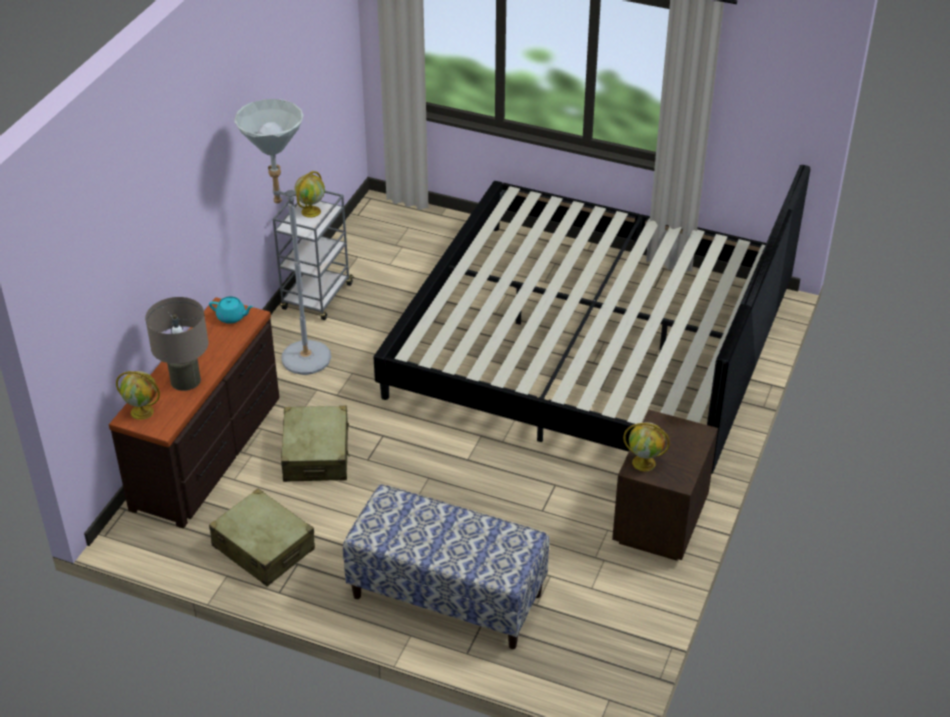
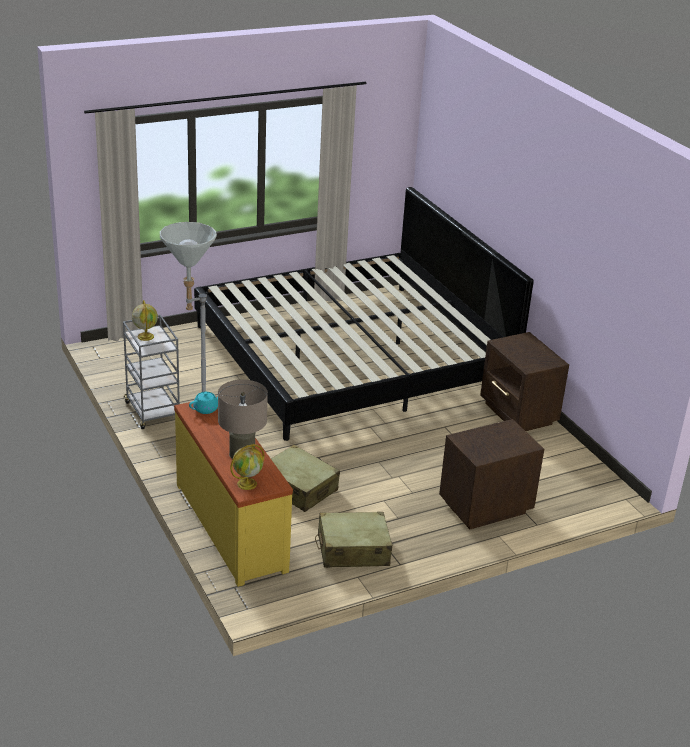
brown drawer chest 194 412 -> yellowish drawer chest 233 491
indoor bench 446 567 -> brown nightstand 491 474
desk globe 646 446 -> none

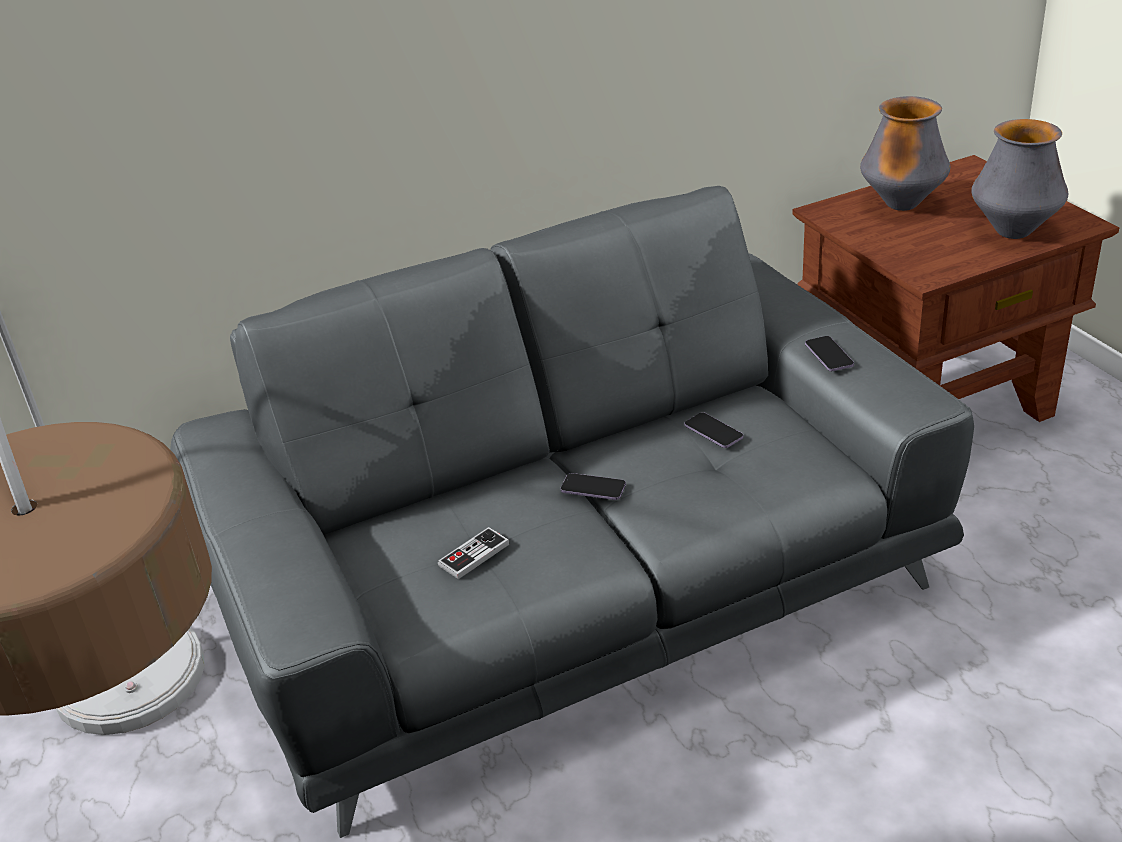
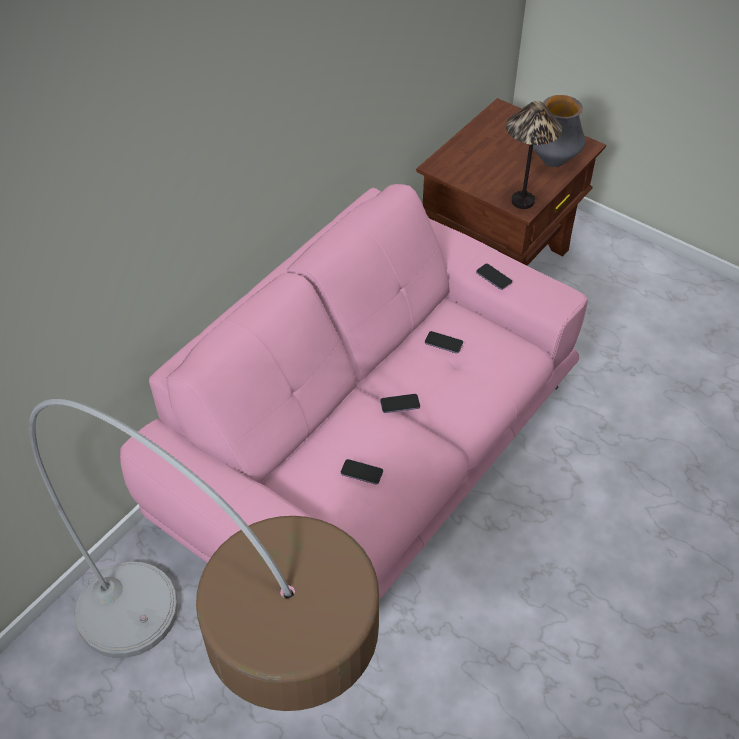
greyish sofa 572 512 -> pink sofa 354 392
joypad 474 553 -> telephone 362 472
vase 905 153 -> none
none -> table lamp 534 155

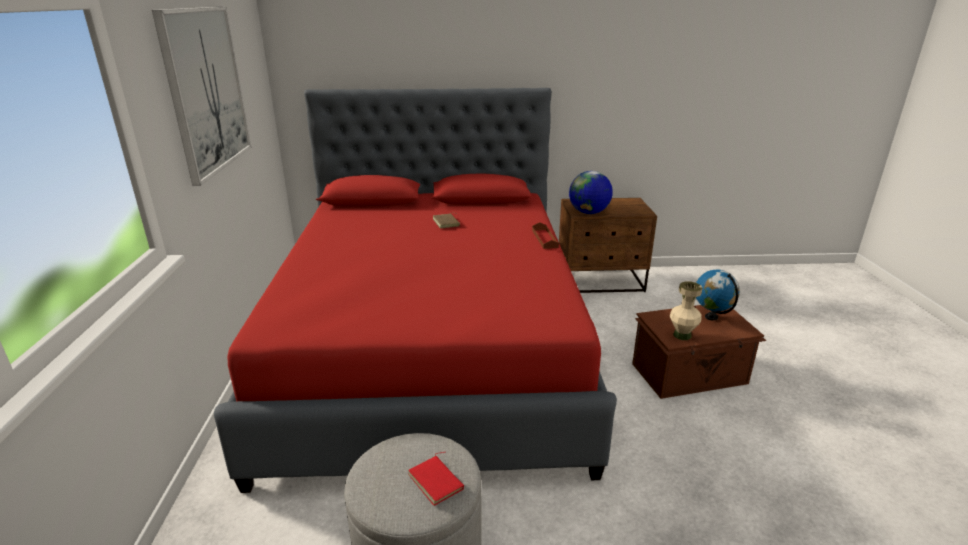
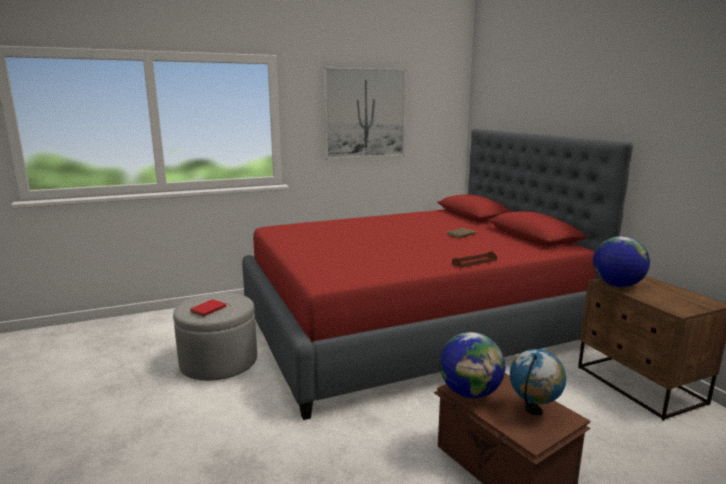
beige-coloured vase 686 310 -> desk globe 472 365

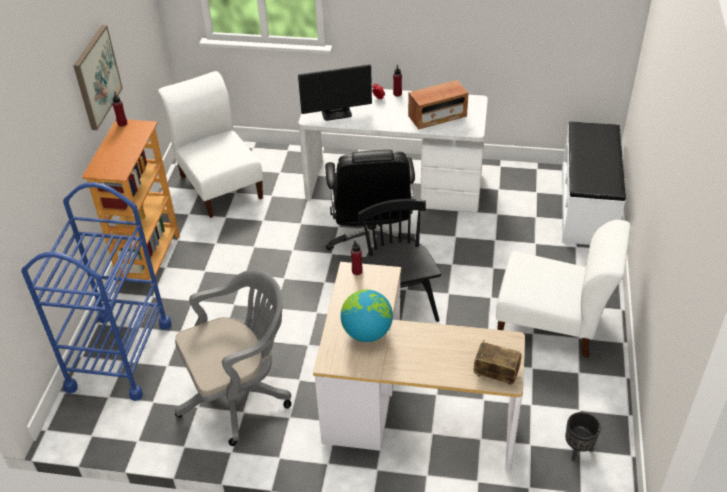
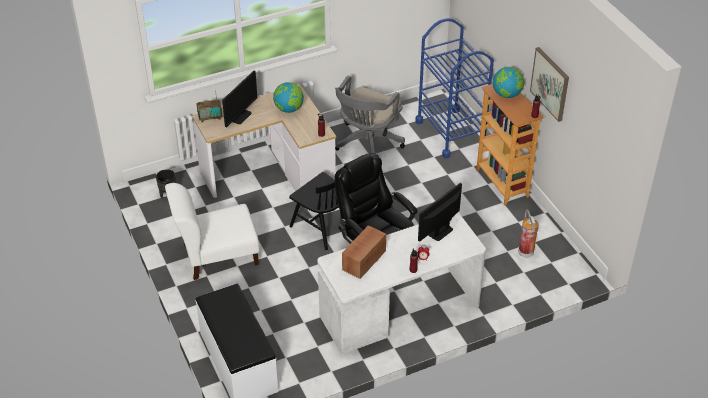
whitish chair 210 144 -> fire-fighting cylinder 528 233
none -> monitor 239 99
none -> desk globe 508 82

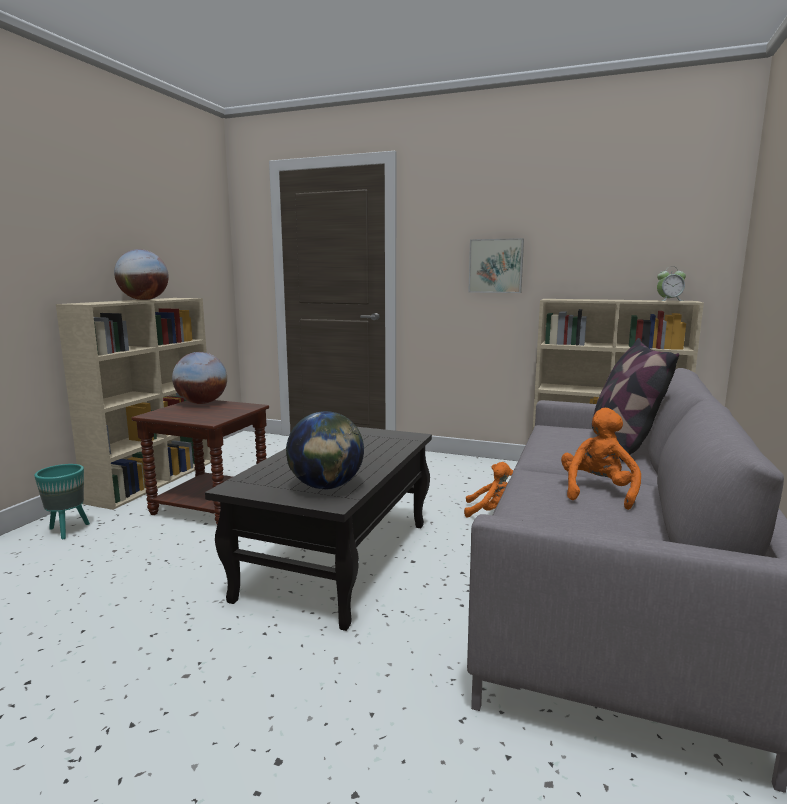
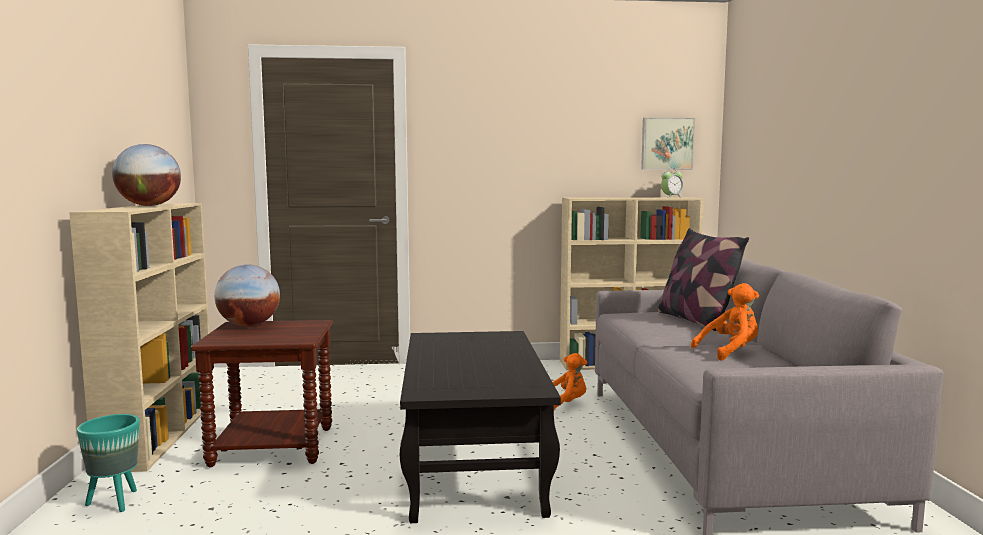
desk globe 325 450 -> none
wall picture 496 265 -> wall picture 668 143, moved
orange plush toy 601 459 -> orange plush toy 725 322, 75 degrees clockwise

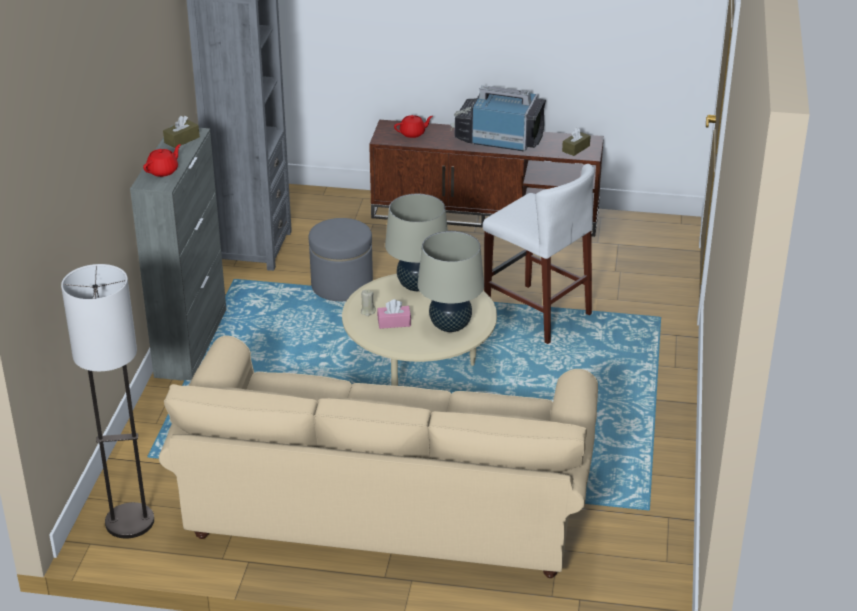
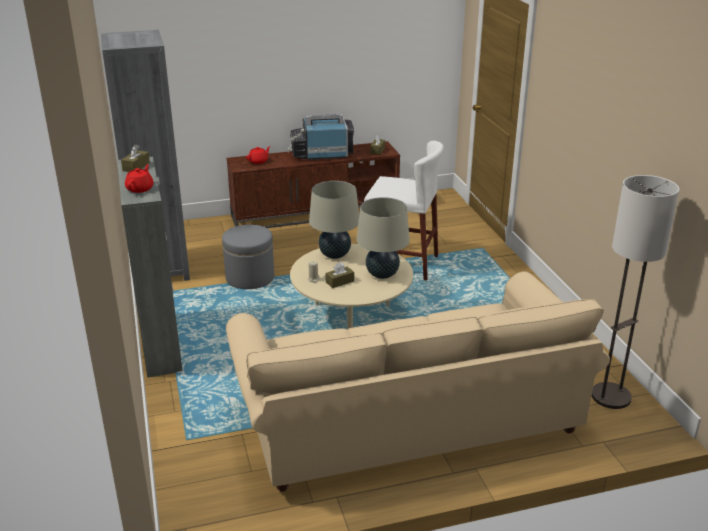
floor lamp 107 401 -> floor lamp 636 292, moved
pink tissue holder 394 314 -> brown tissue holder 339 275

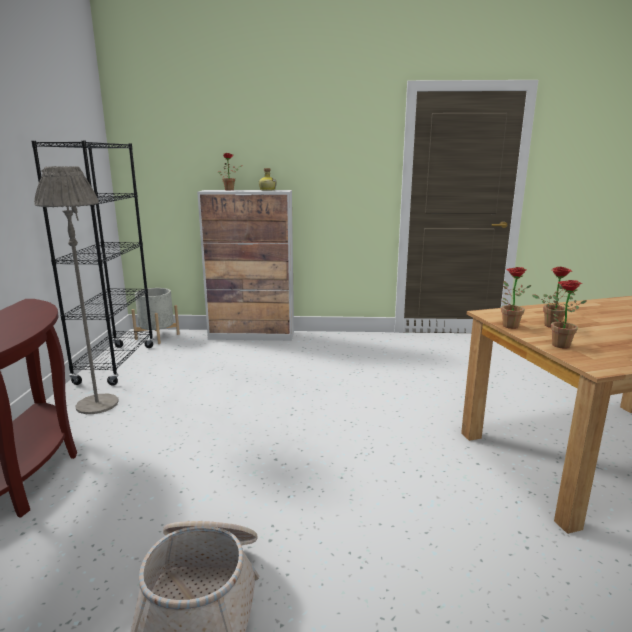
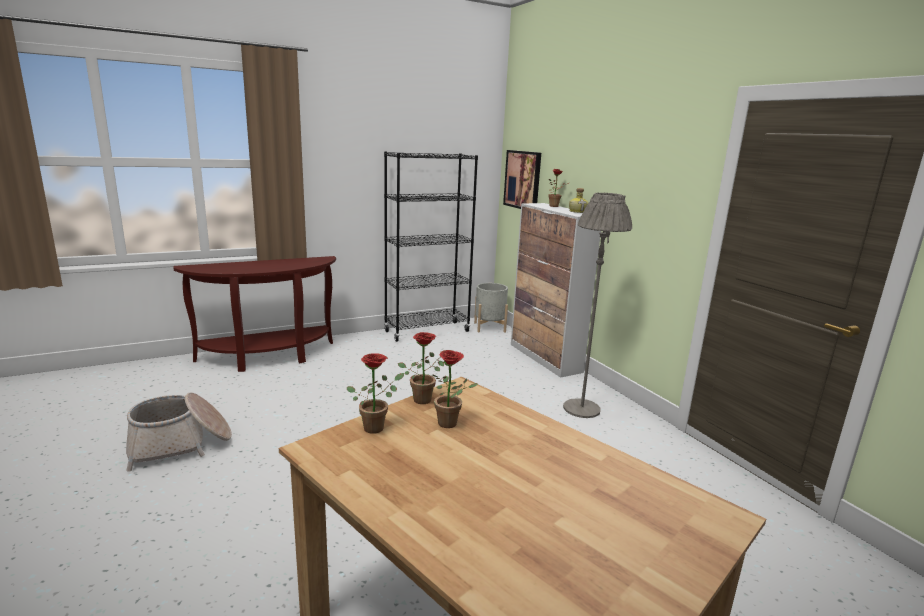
greyish floor lamp 76 290 -> greyish floor lamp 597 305, moved
none -> wall picture 522 179

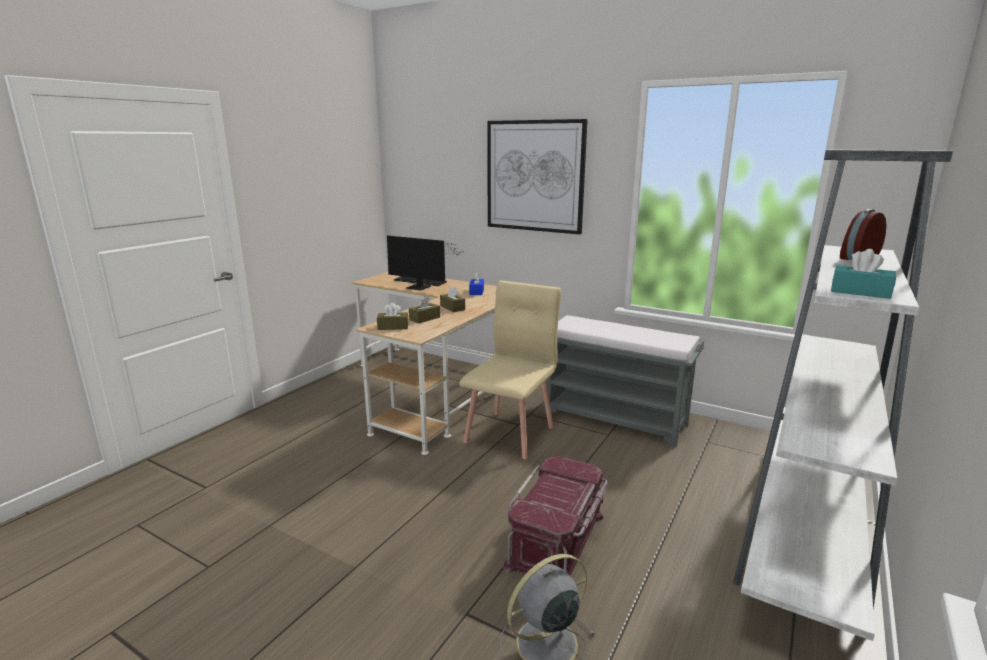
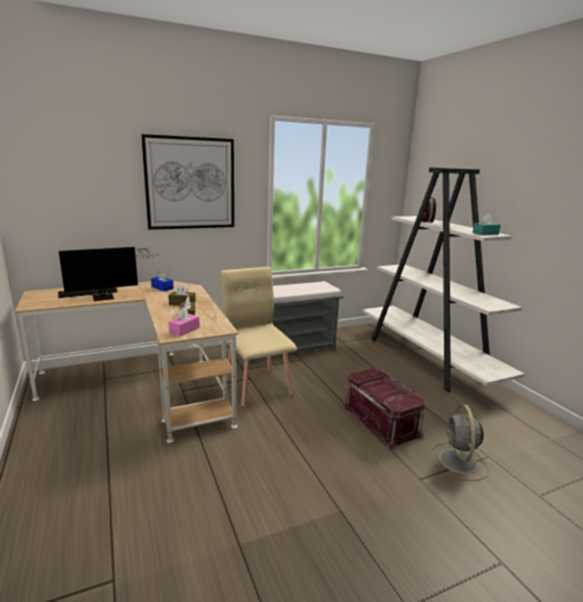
brown tissue holder 392 316 -> pink tissue holder 184 322

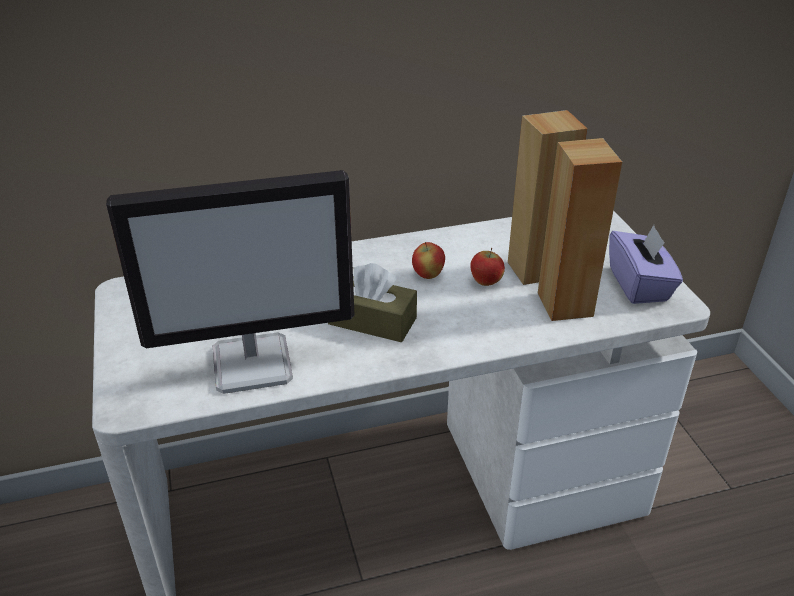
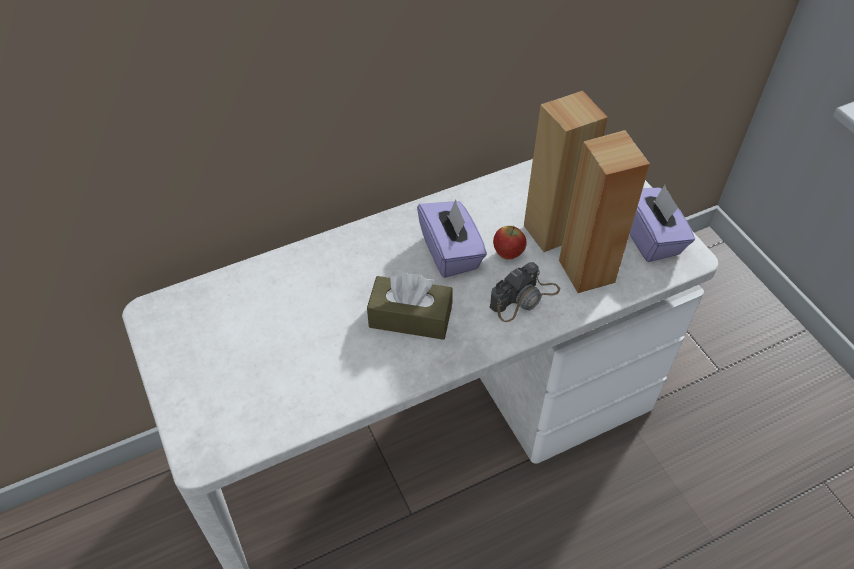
monitor 230 282 -> none
whole apple 428 260 -> purple-coloured tissue holder 452 238
none -> photo camera 525 292

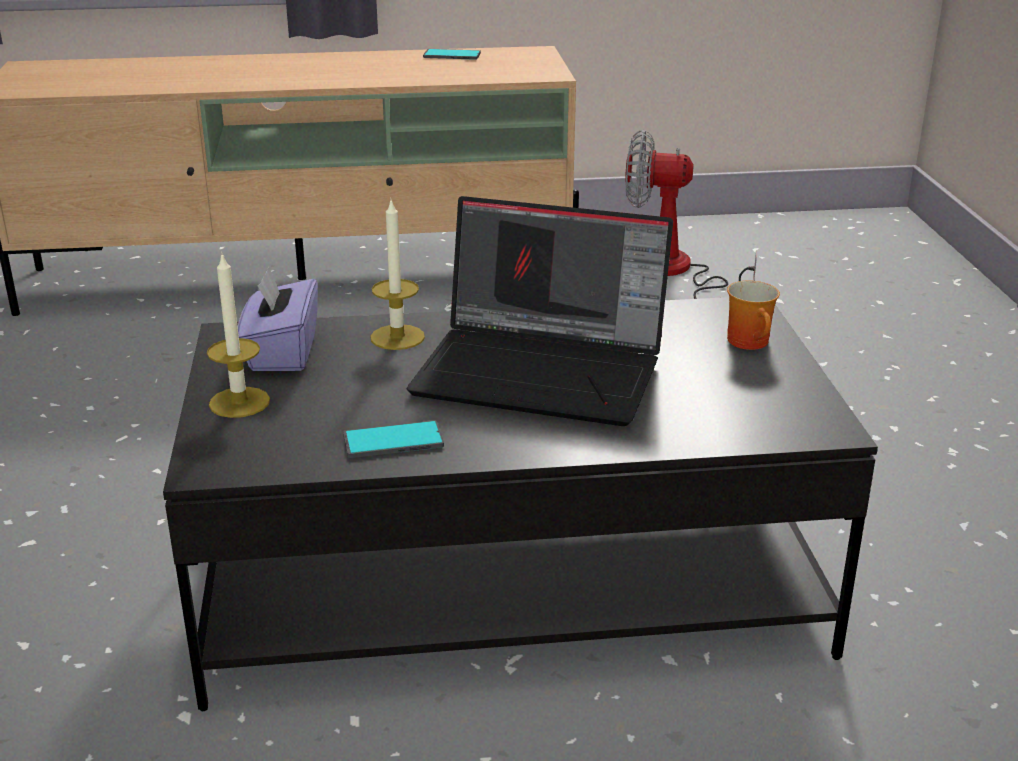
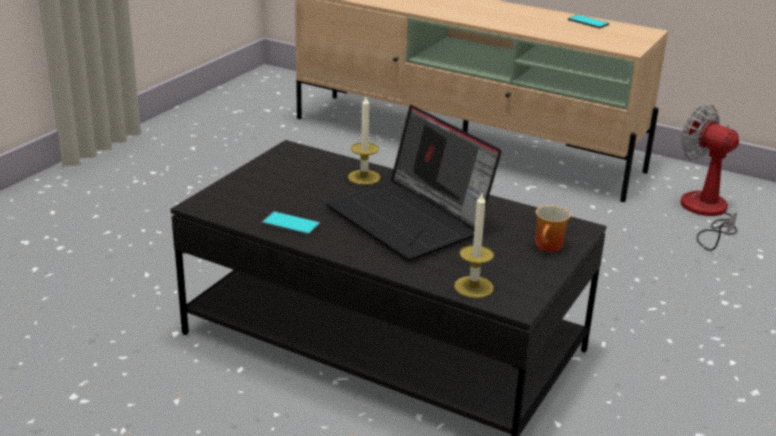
wax candle 238 335 -> wax candle 474 245, moved
purple-coloured tissue holder 278 319 -> none

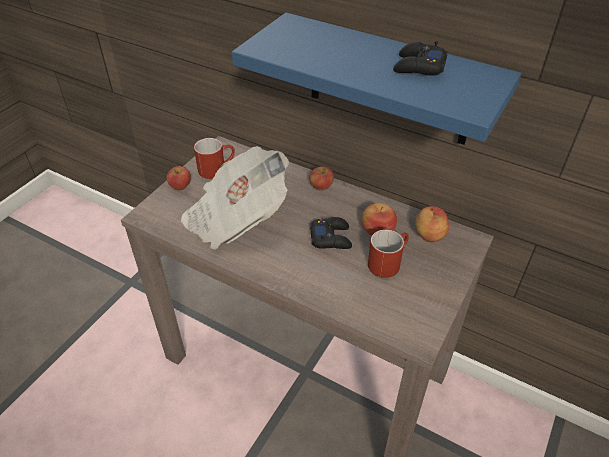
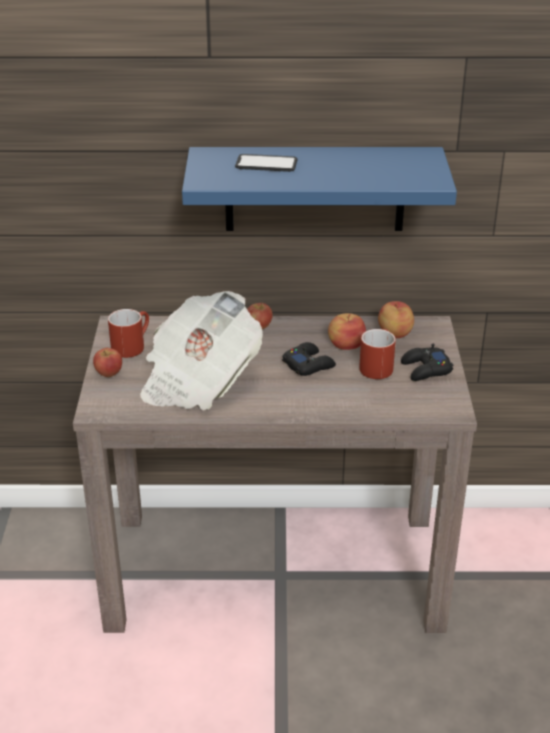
blackish joypad 420 58 -> blackish joypad 427 362, moved
none -> telephone 266 163

